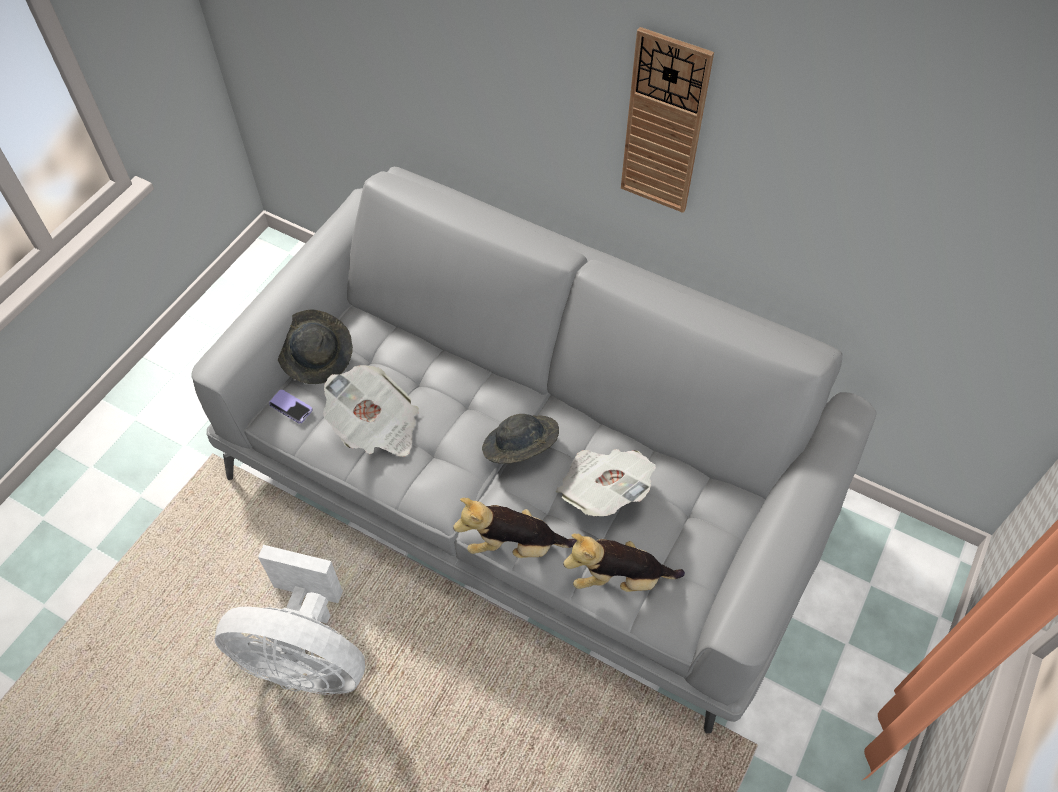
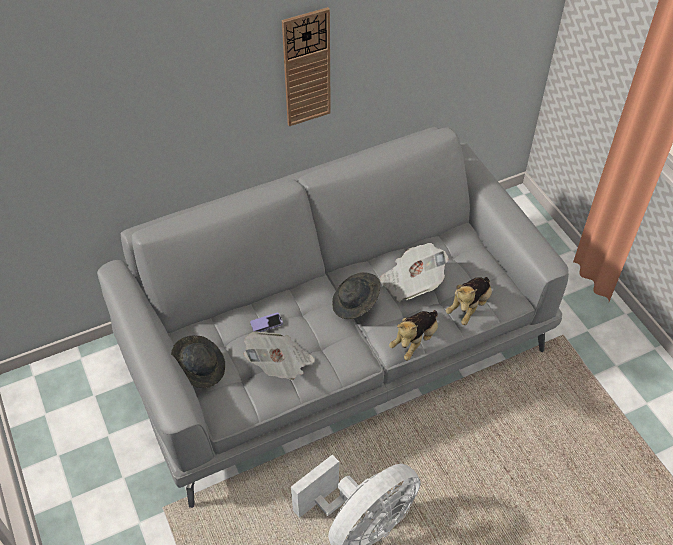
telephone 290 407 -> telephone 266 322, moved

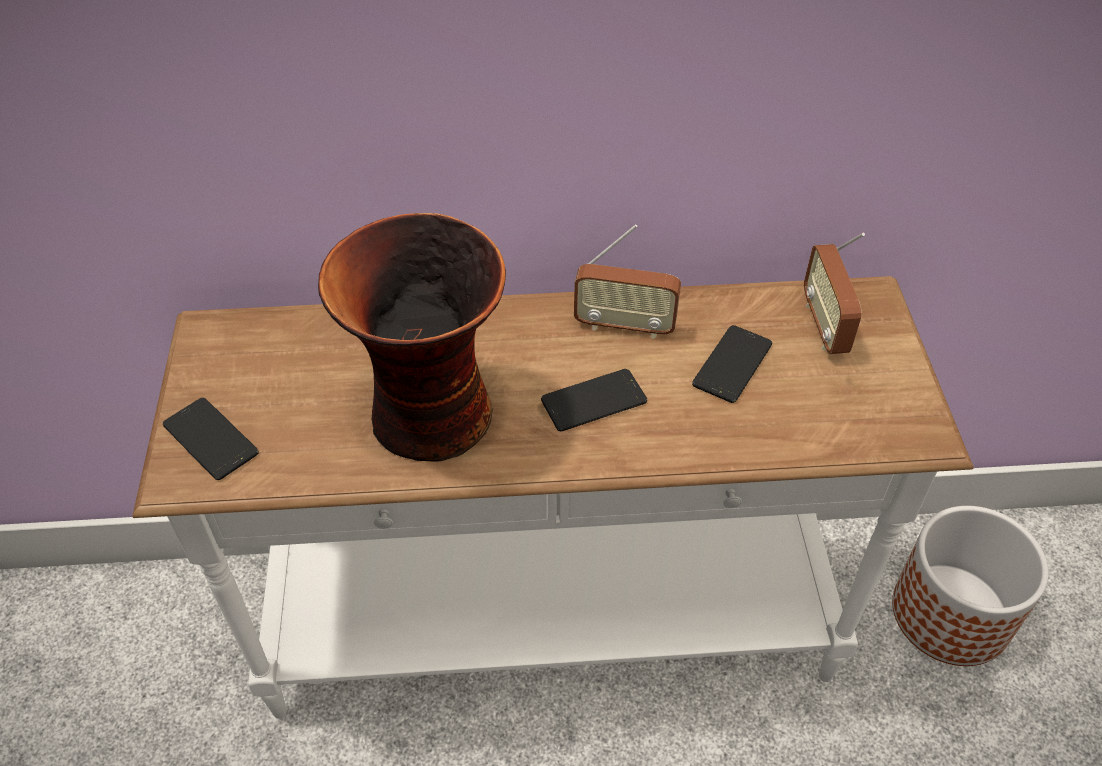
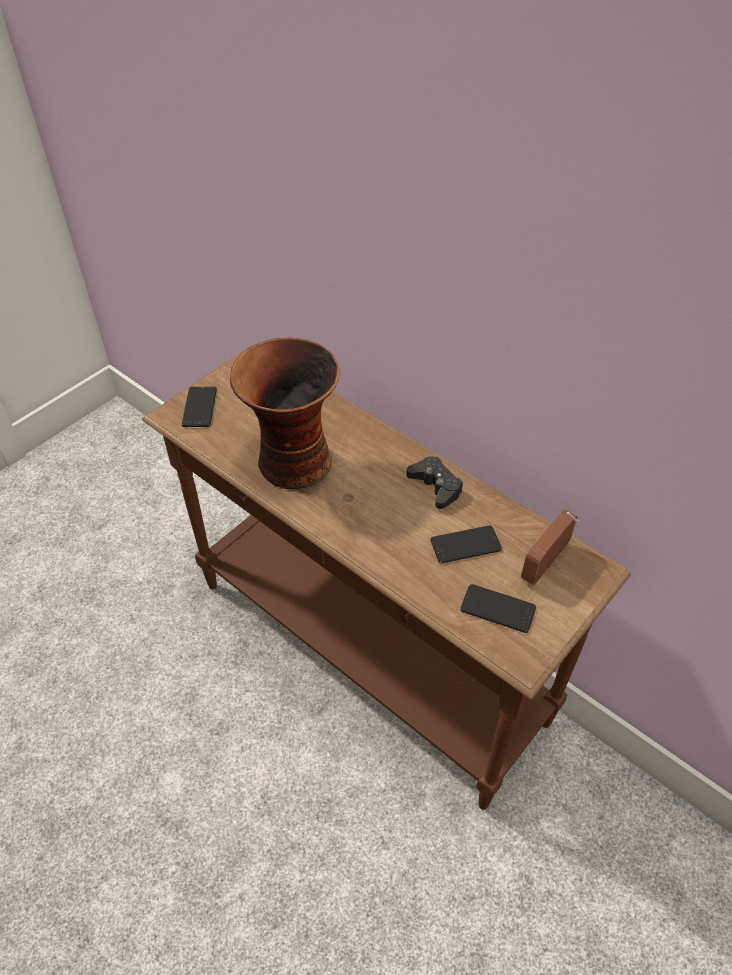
whitish console table 552 497 -> brown console table 386 577
telephone 594 400 -> telephone 498 608, moved
radio set 627 281 -> blackish joypad 434 482
planter 970 586 -> none

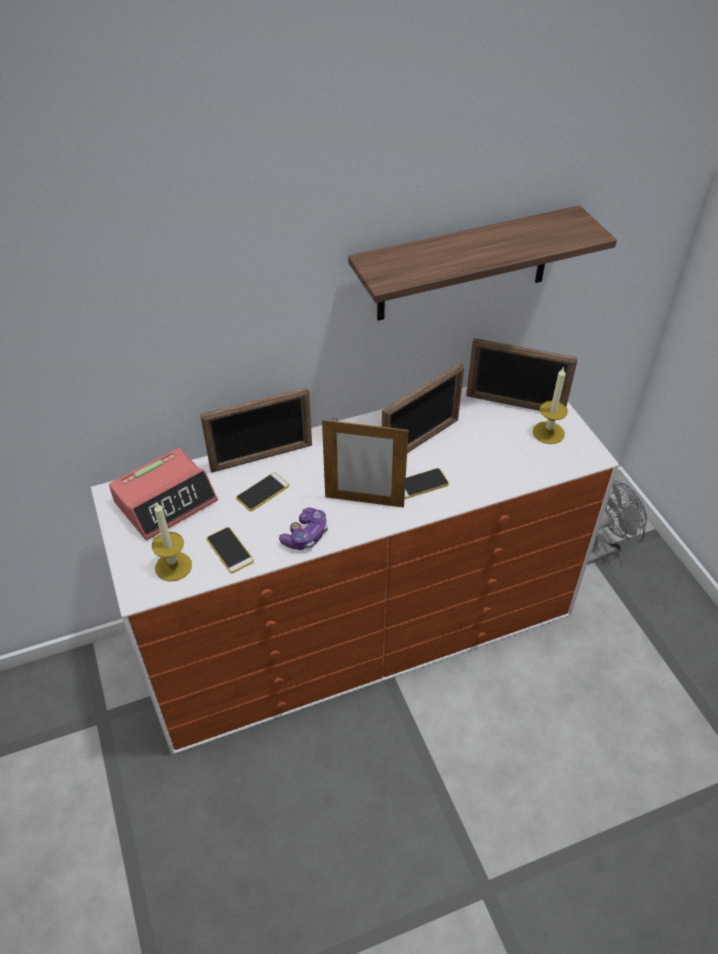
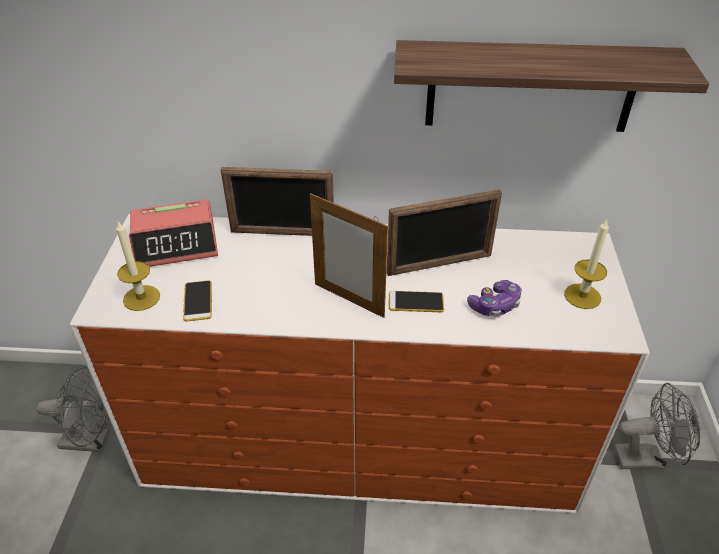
telephone 262 492 -> none
joypad 303 528 -> joypad 494 298, moved
picture frame 522 374 -> none
none -> greyish cooling fan 72 409

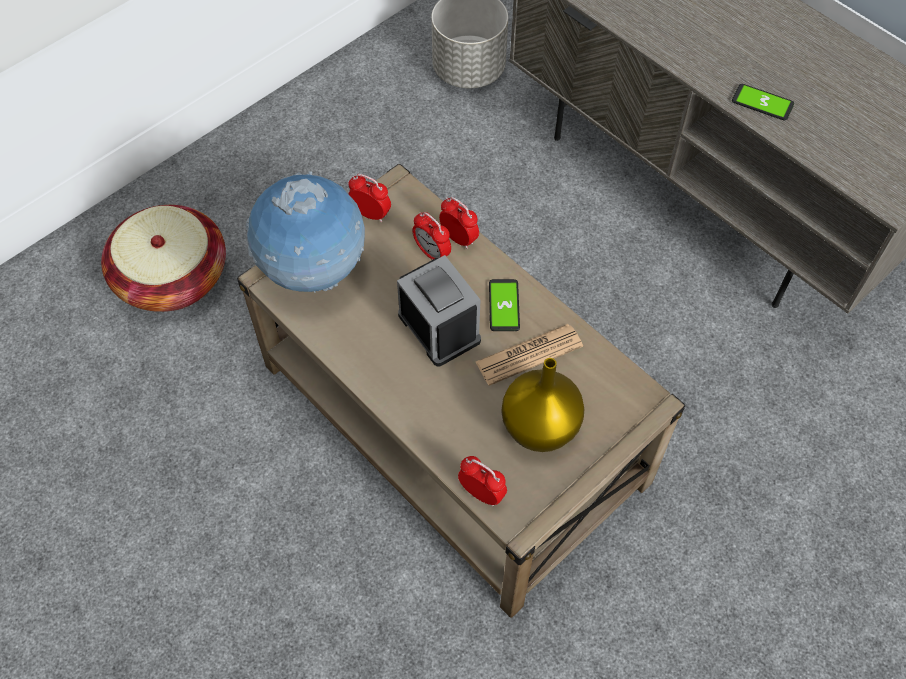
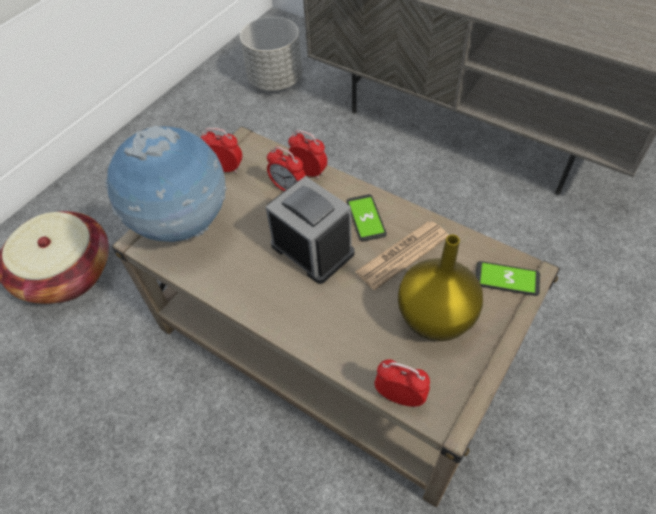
telephone 763 102 -> telephone 507 278, moved

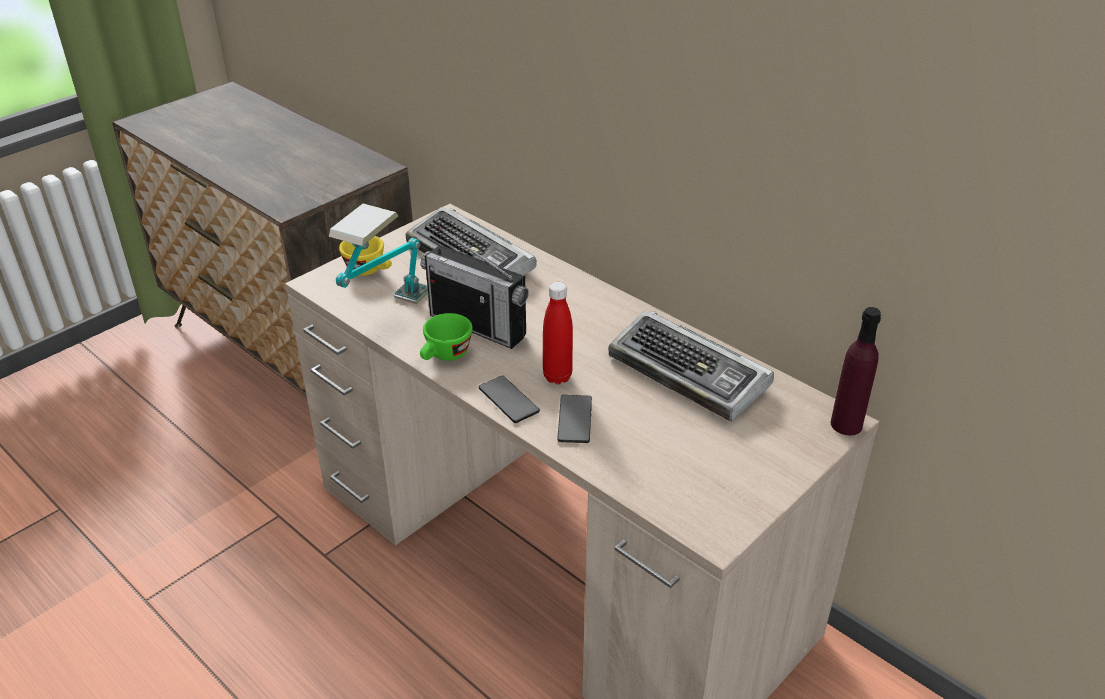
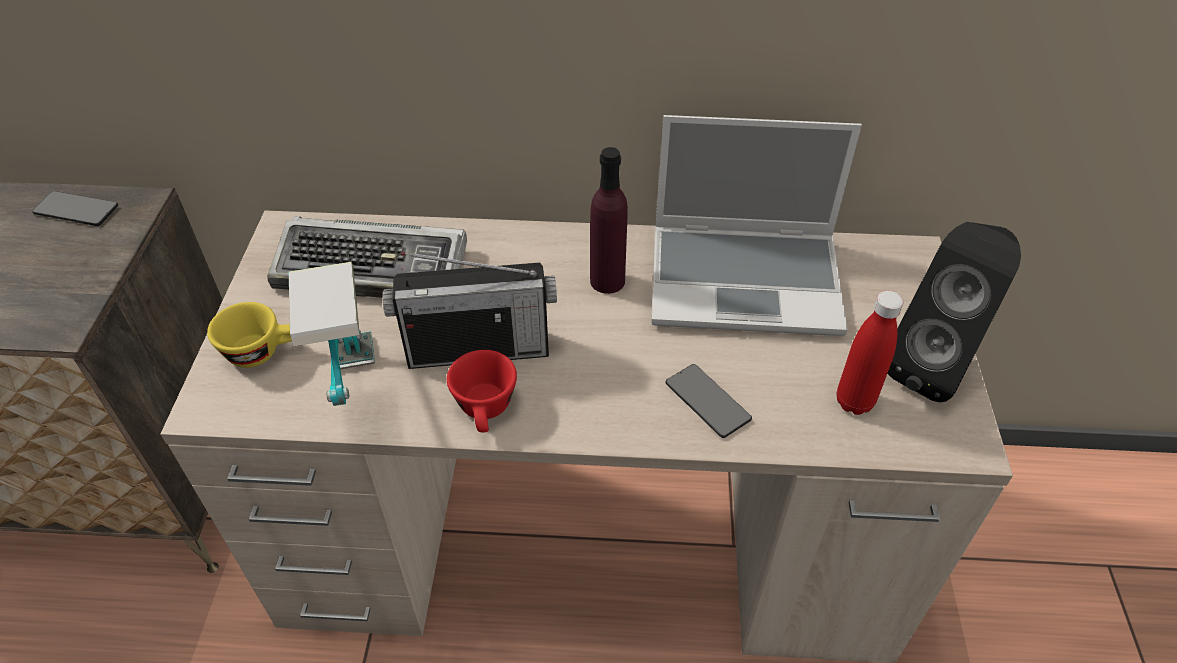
greenish cup 446 337 -> reddish cup 482 391
telephone 509 399 -> telephone 75 208, moved
reddish drink bottle 558 333 -> reddish drink bottle 870 353, moved
PC keyboard 691 366 -> portable computer 757 225
purple-coloured drink bottle 856 371 -> purple-coloured drink bottle 609 220, moved
none -> blackish audio speaker 954 312

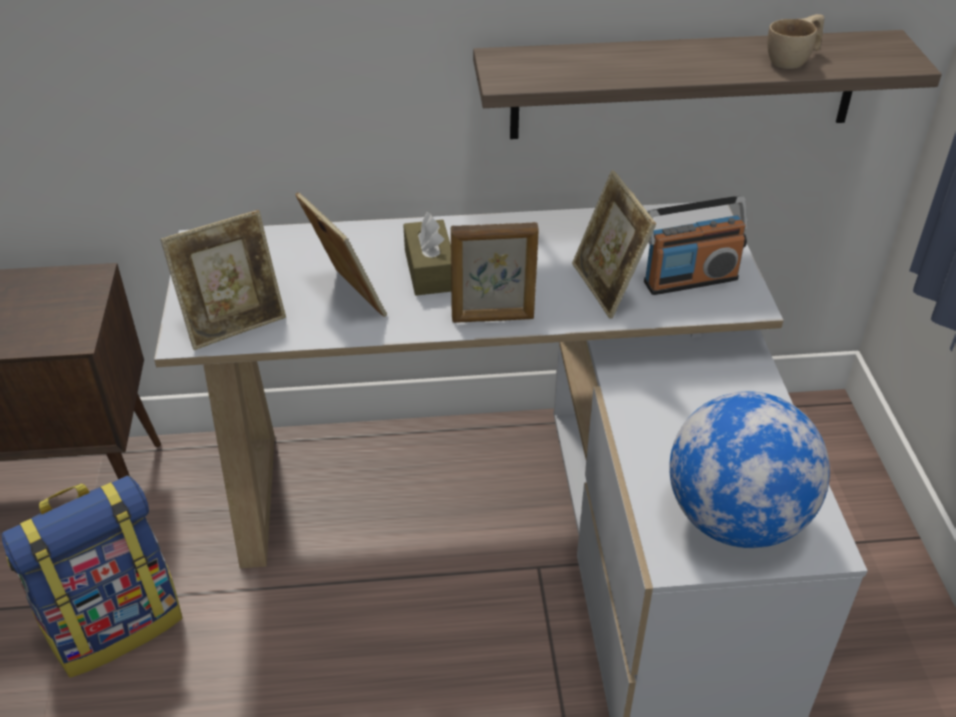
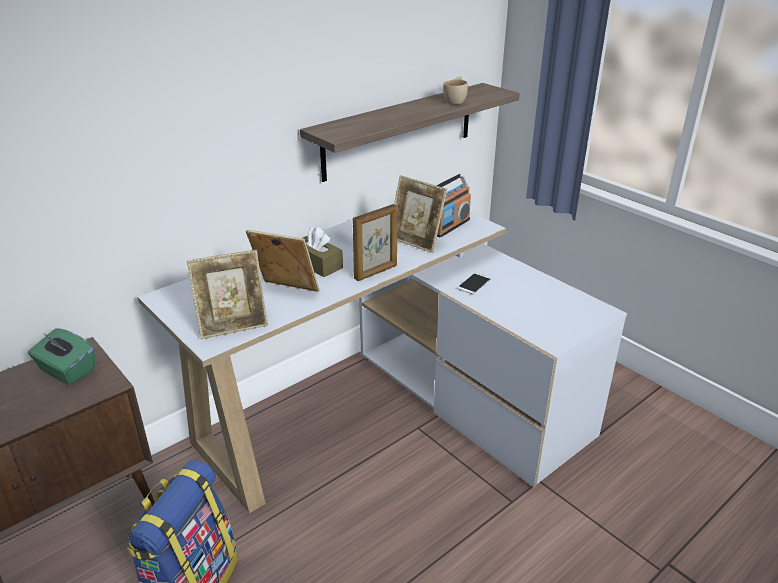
picture frame 223 280 -> picture frame 227 294, 45 degrees clockwise
desk globe 749 469 -> none
none -> greenish tissue holder 61 357
none -> telephone 474 283

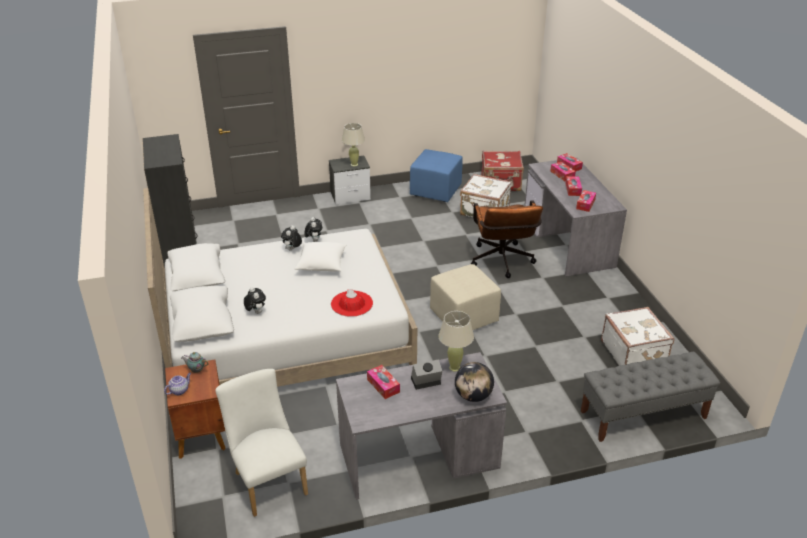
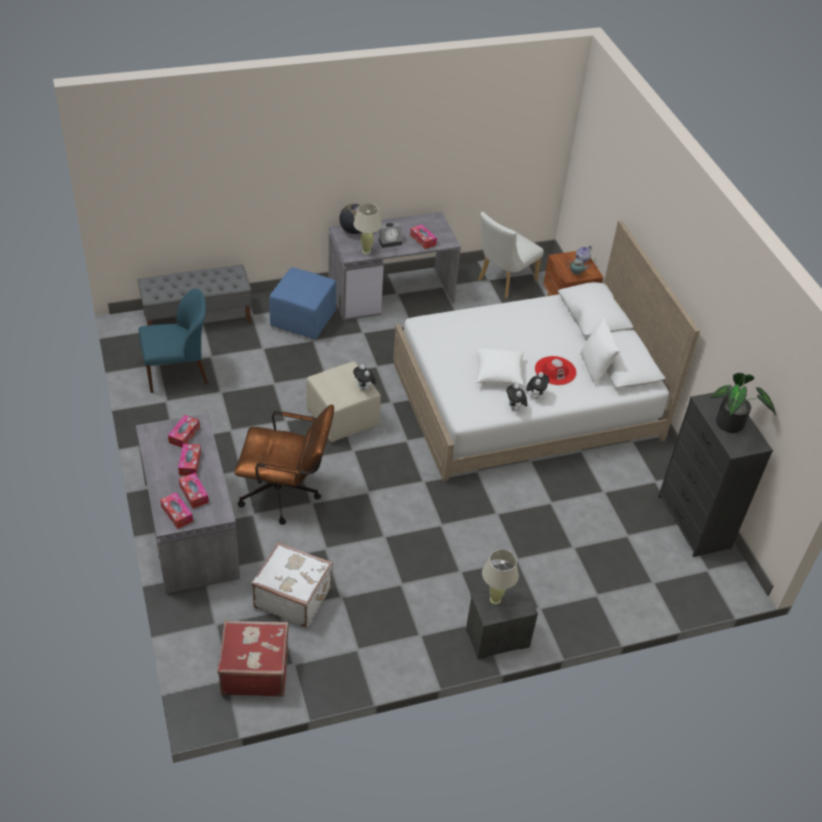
whitish chair 261 443 -> whitish chair 511 255, 75 degrees clockwise
plush toy 255 300 -> plush toy 364 377, moved
reddish clothing hat 352 303 -> reddish clothing hat 556 370, moved
bluish footrest 436 175 -> bluish footrest 302 303, moved
brown desk chair 507 239 -> brown desk chair 284 464, 105 degrees clockwise
whitish suitcase 637 336 -> bluish chair 173 341
none -> whitish cushion 600 352
none -> plant in a pot 743 403

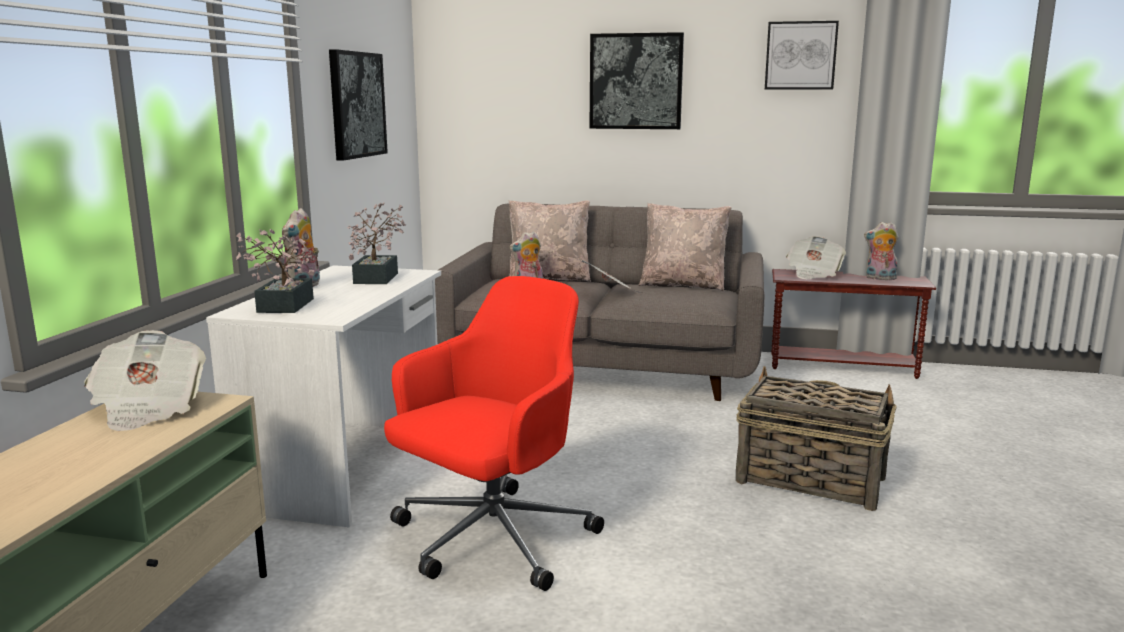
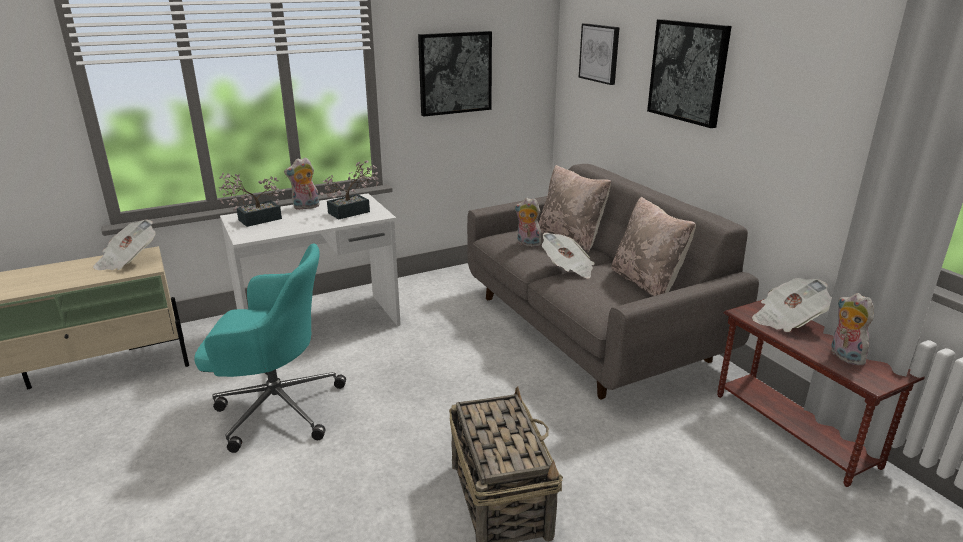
reddish desk chair 494 433 -> blue-green desk chair 270 348
wall picture 802 55 -> wall picture 599 54, moved

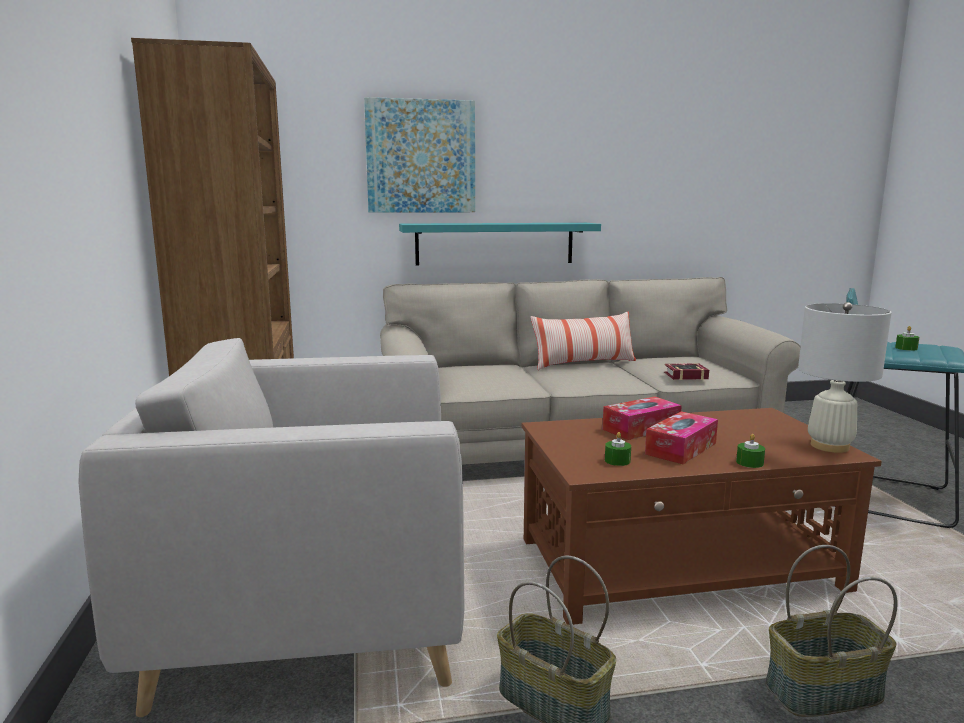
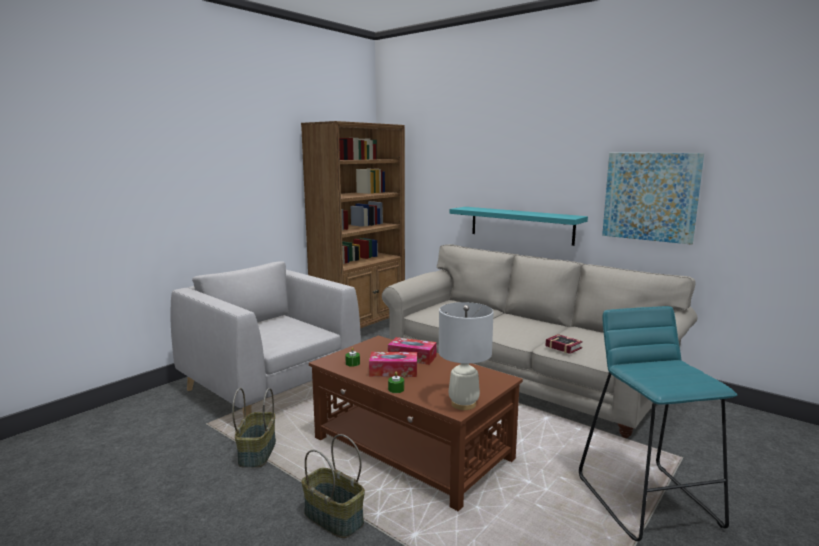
wall picture 419 155 -> wall picture 653 199, moved
cushion 583 340 -> none
greenish wax candle 907 338 -> none

